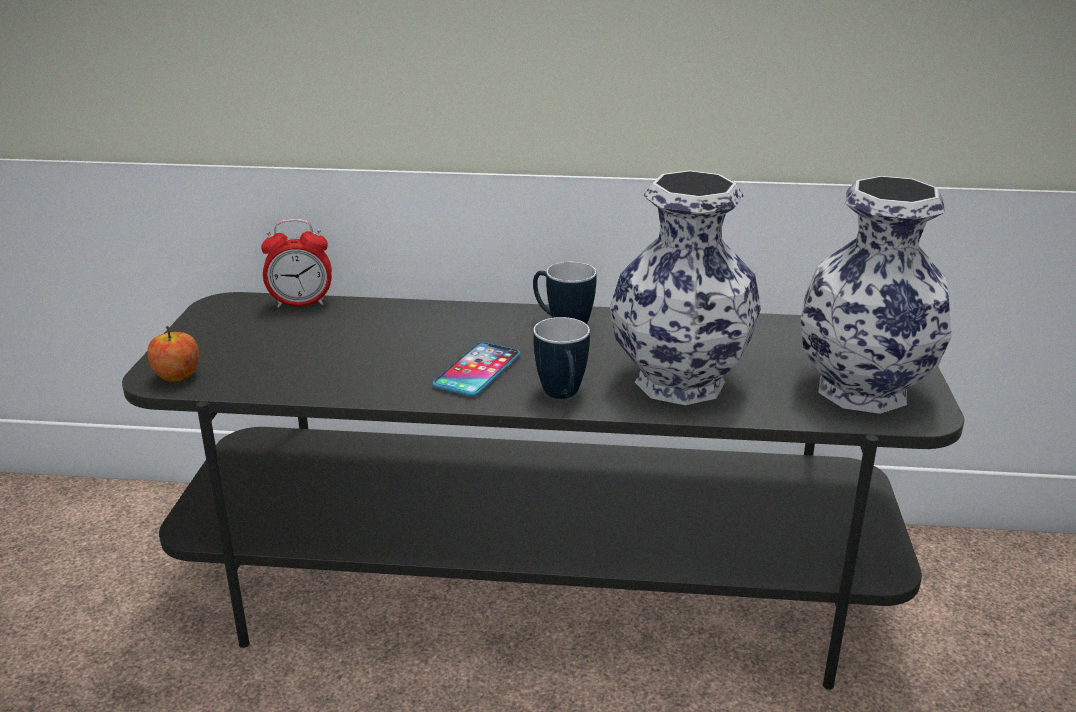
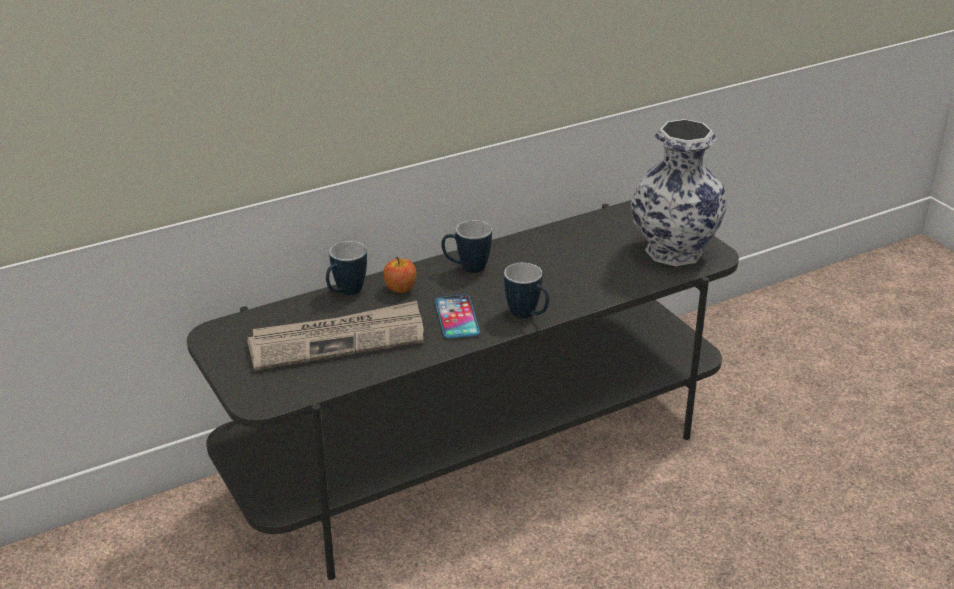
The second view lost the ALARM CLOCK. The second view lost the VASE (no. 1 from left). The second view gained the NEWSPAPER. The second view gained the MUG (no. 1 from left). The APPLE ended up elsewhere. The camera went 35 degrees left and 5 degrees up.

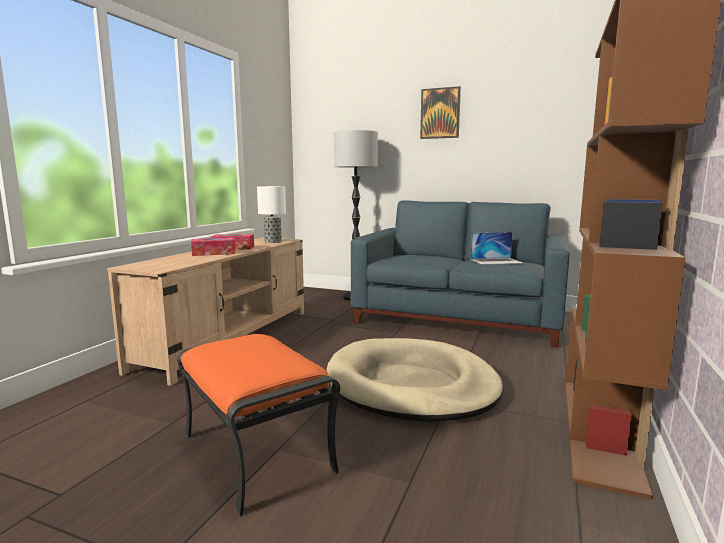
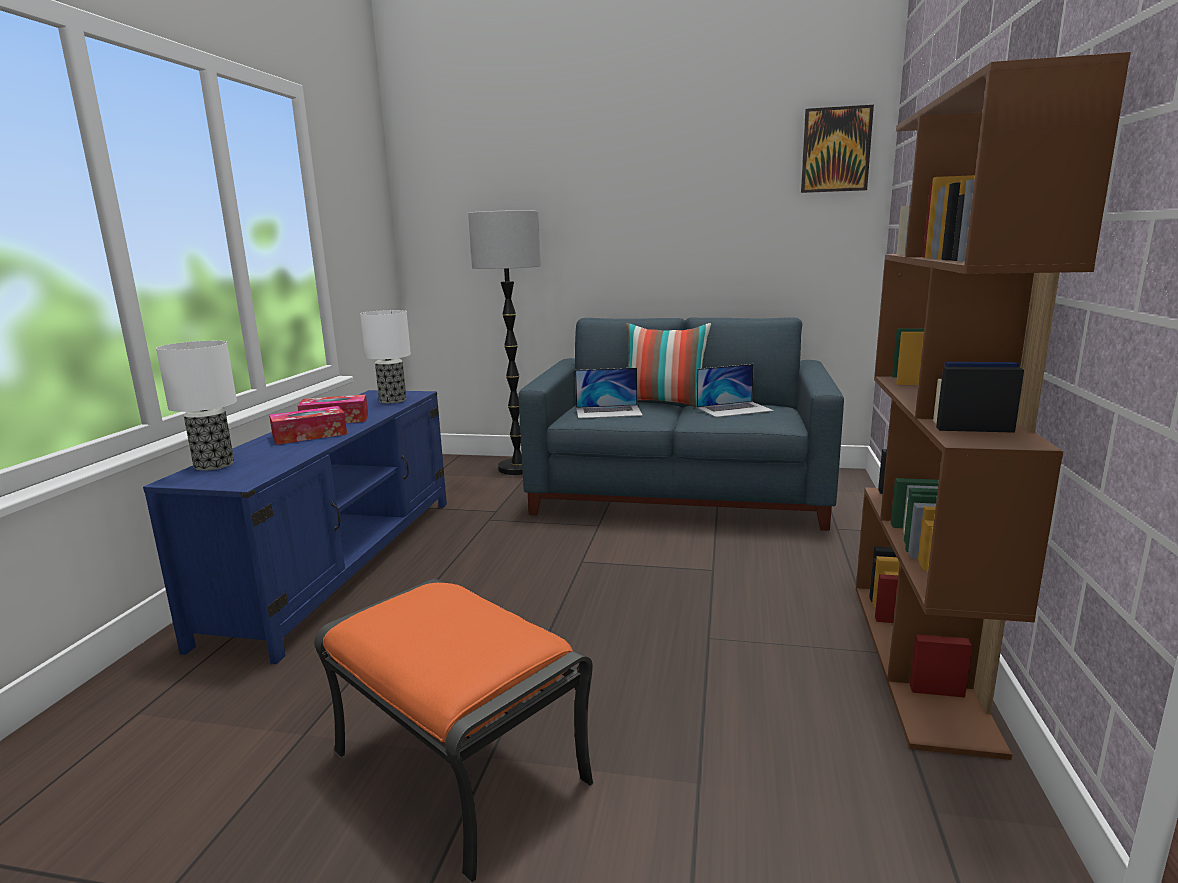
The second view lost the BEIGE DOG BED. The second view gained the TABLE LAMP (no. 1 from left). The second view gained the LAPTOP (no. 1 from left). The second view gained the PILLOW. The PICTURE ended up elsewhere. What was the BEIGE TV STAND turned into the BLUE TV STAND. The camera went 10 degrees left and 5 degrees up.

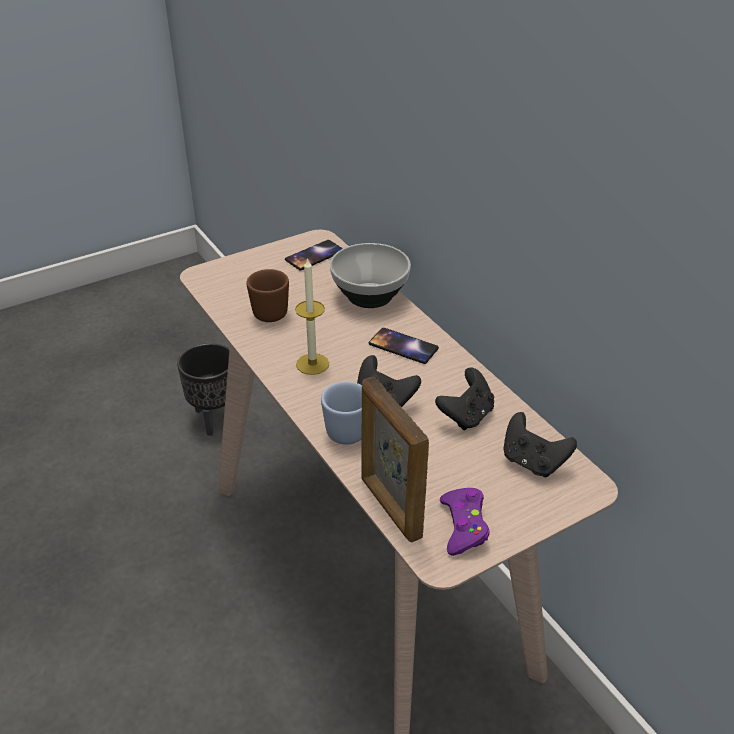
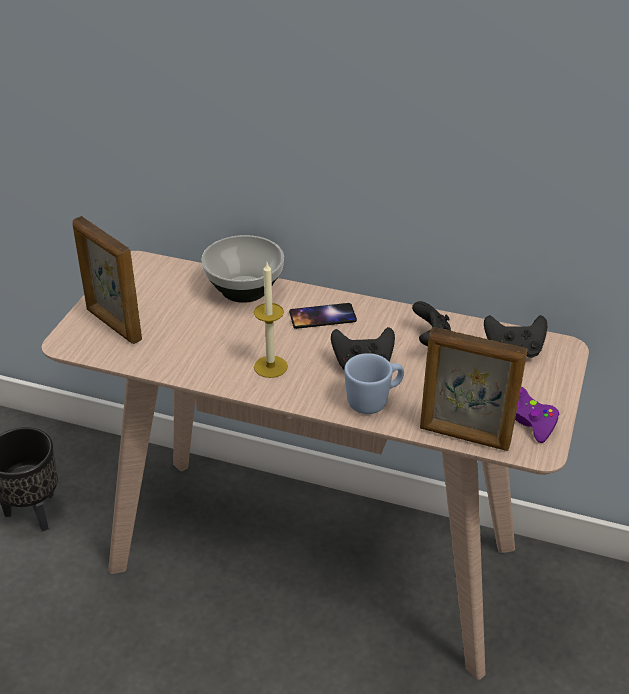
The second view lost the BROWN MUG. The second view lost the PHONE (no. 1 from left). The second view gained the PICTURE FRAME (no. 1 from left). The camera went 40 degrees left and 0 degrees up.

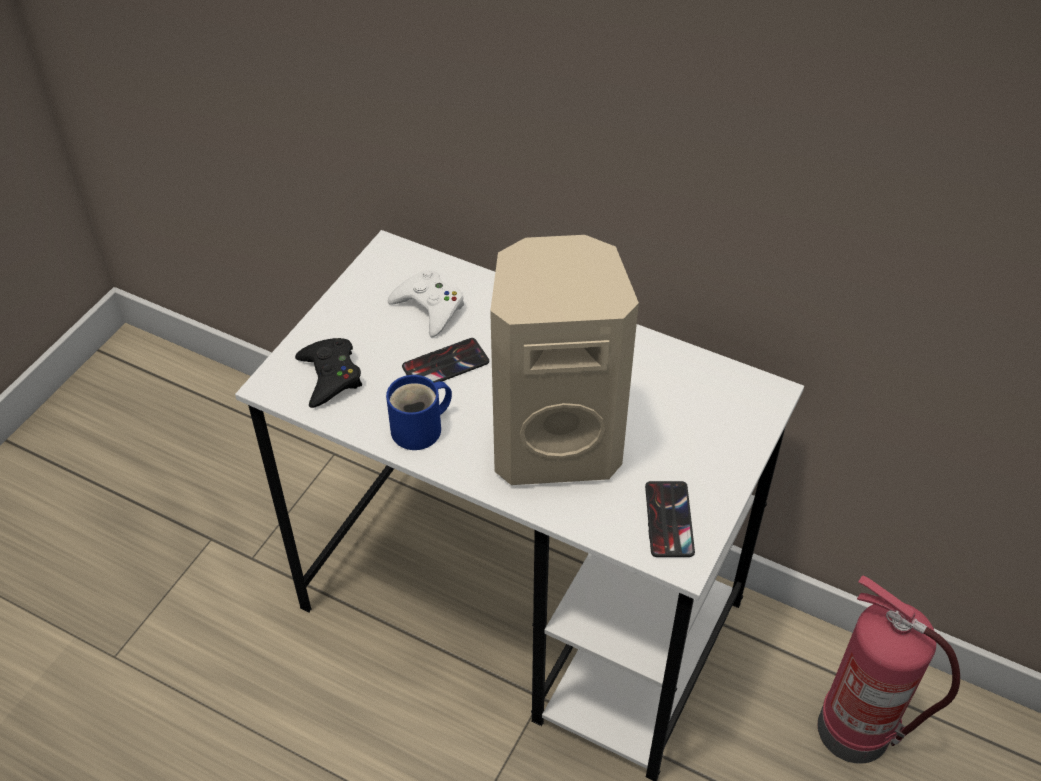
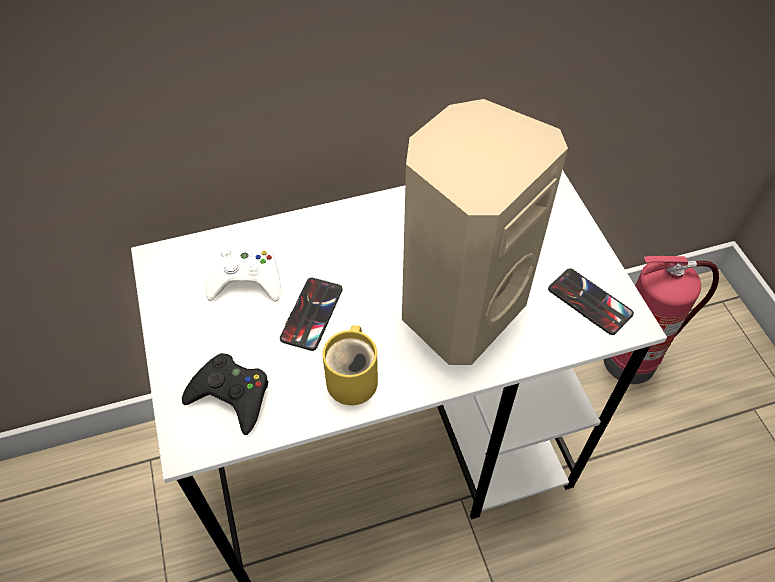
What was the BLUE MUG turned into the YELLOW MUG. The camera went 45 degrees left and 5 degrees up.

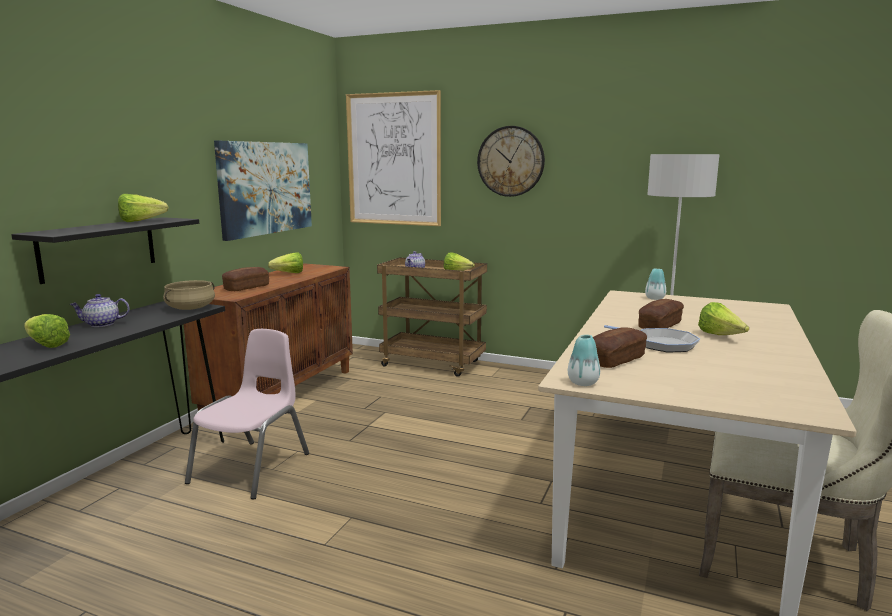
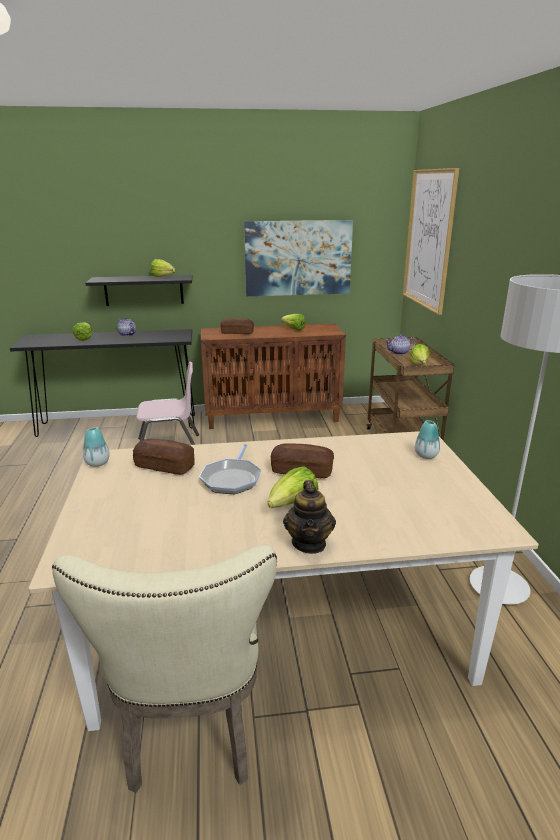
The second view lost the BEIGE COOKING POT. The second view lost the WALL CLOCK. The second view gained the TEAPOT (no. 2 from left). The camera went 60 degrees right and 10 degrees up.

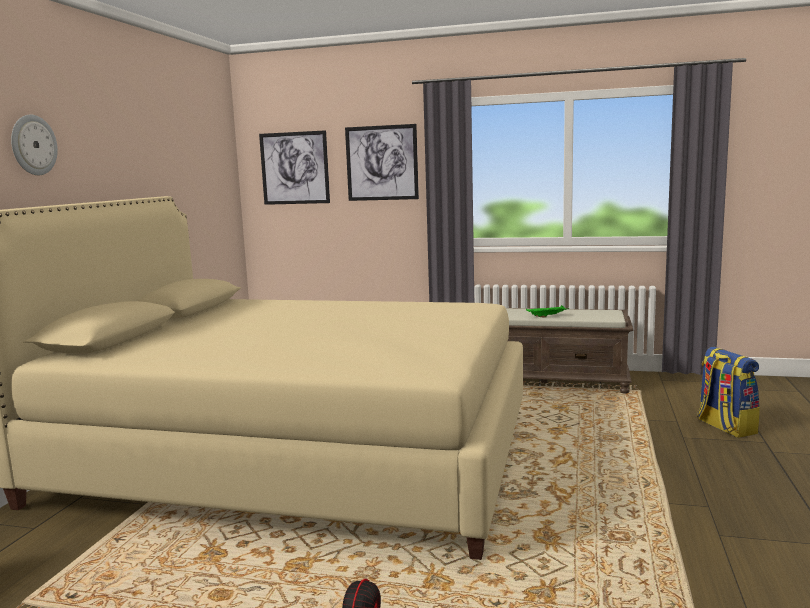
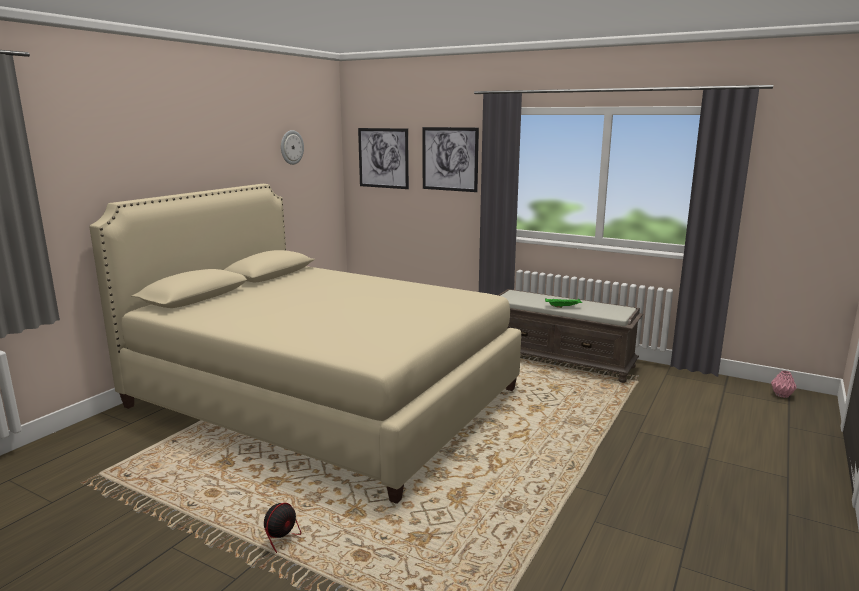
The second view lost the BACKPACK. The second view gained the PINK VASE. The WALL CLOCK ended up elsewhere. The camera went 15 degrees right and 5 degrees up.

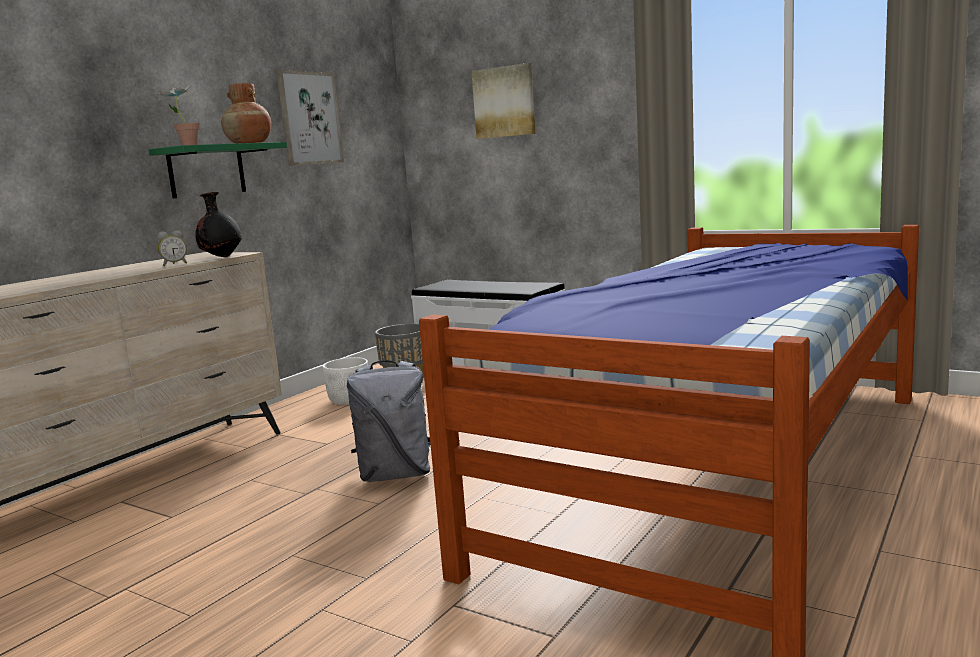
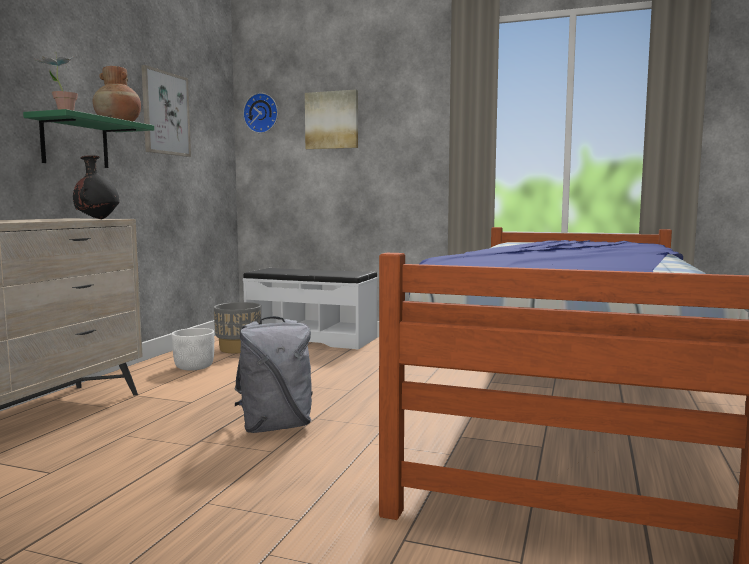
The second view lost the ALARM CLOCK. The second view gained the WALL CLOCK. The camera went 15 degrees left and 5 degrees down.

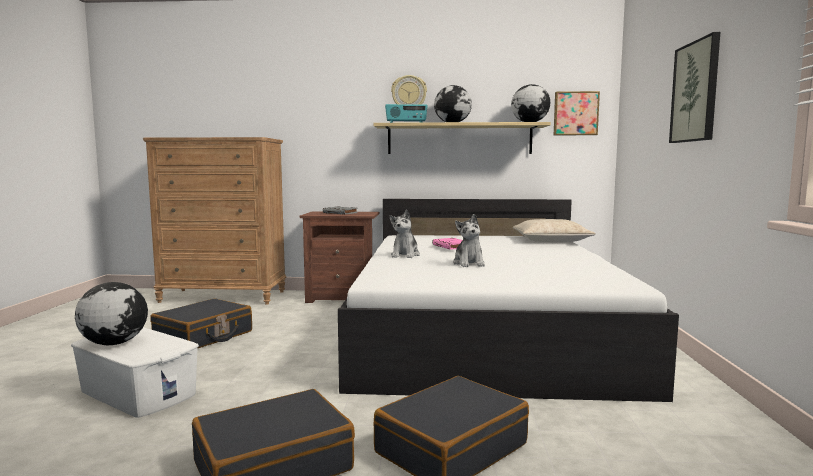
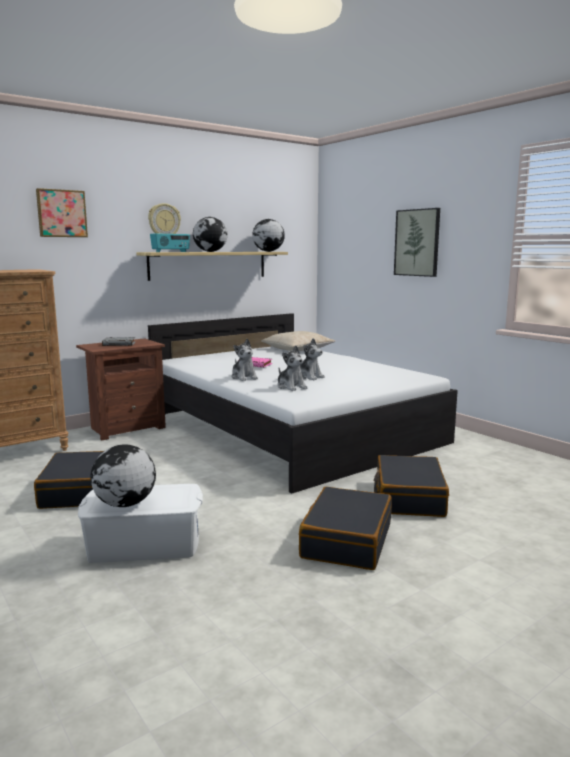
The second view gained the PLUSH TOY (no. 2 from left). The PICTURE (no. 1 from left) ended up elsewhere. The camera went 40 degrees left and 5 degrees up.

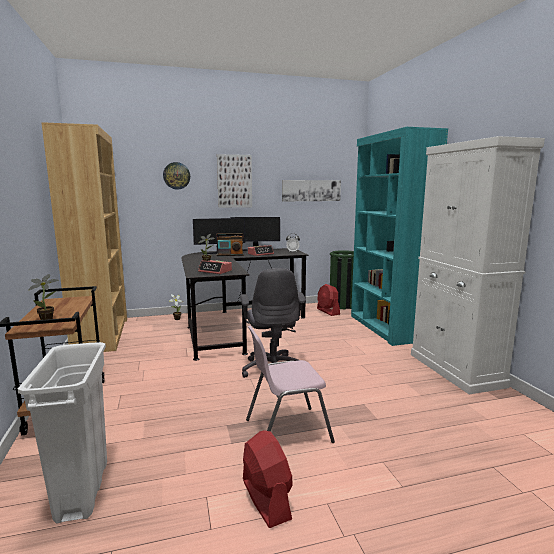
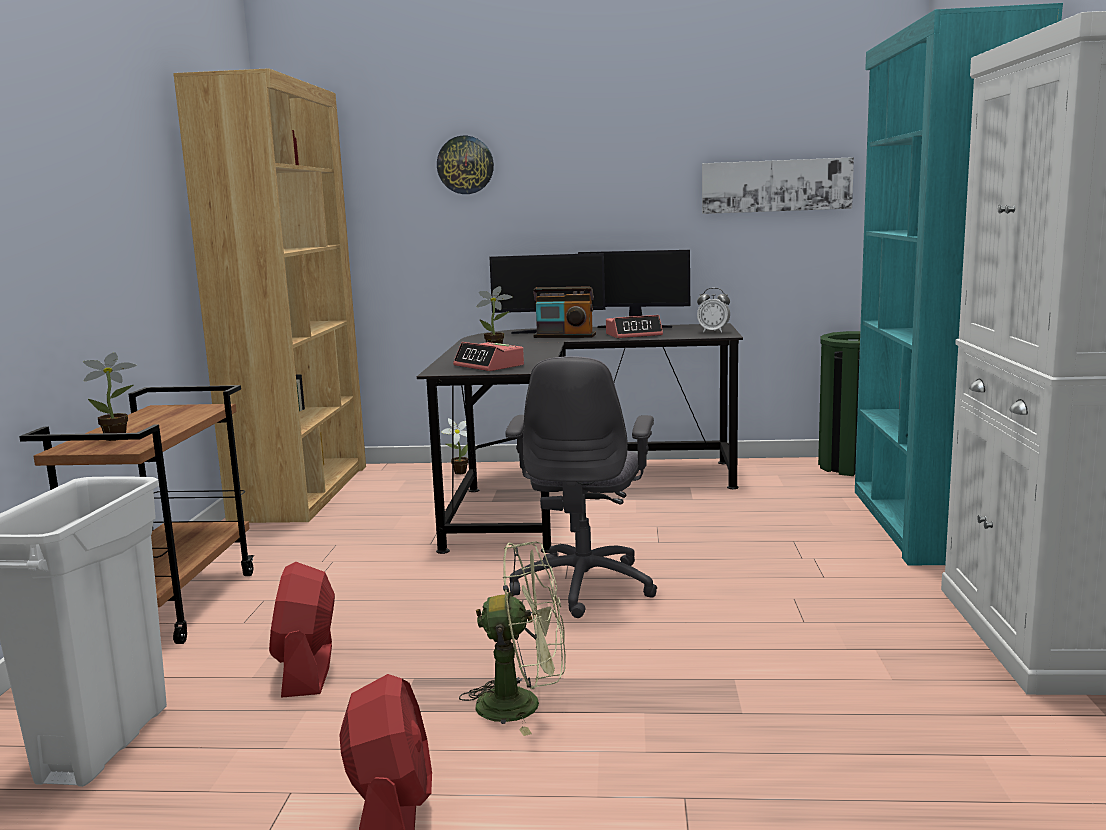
The second view lost the PICTURE (no. 1 from left). The RED FAN (no. 2 from left in the first image) ended up elsewhere. Where the PINK CHAIR stood, the GREEN FAN came to stand. The camera went 20 degrees right and 0 degrees up.

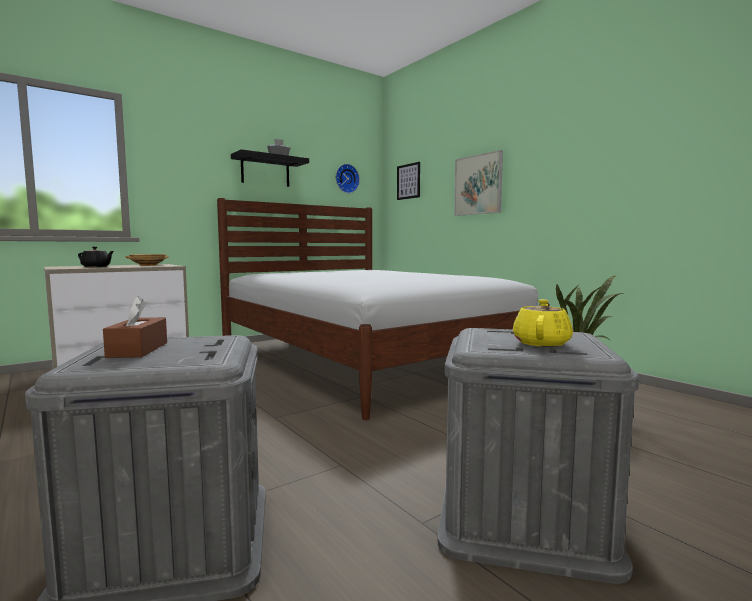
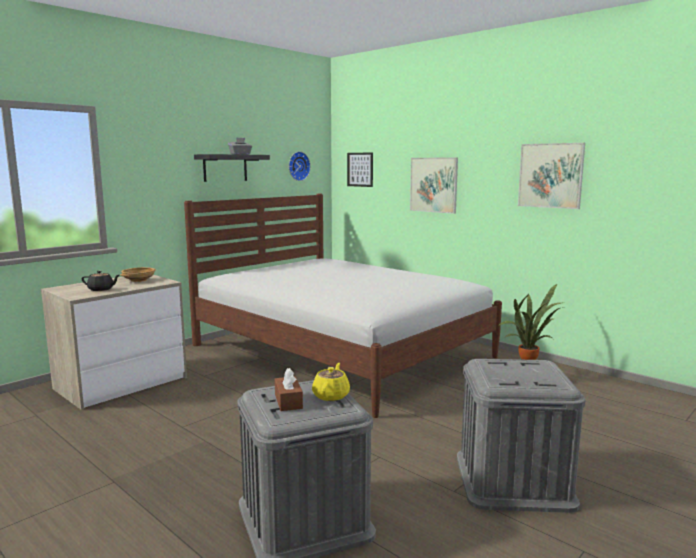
The second view gained the PICTURE (no. 3 from left). The YELLOW TEAPOT ended up elsewhere. The camera went 10 degrees left and 5 degrees up.

